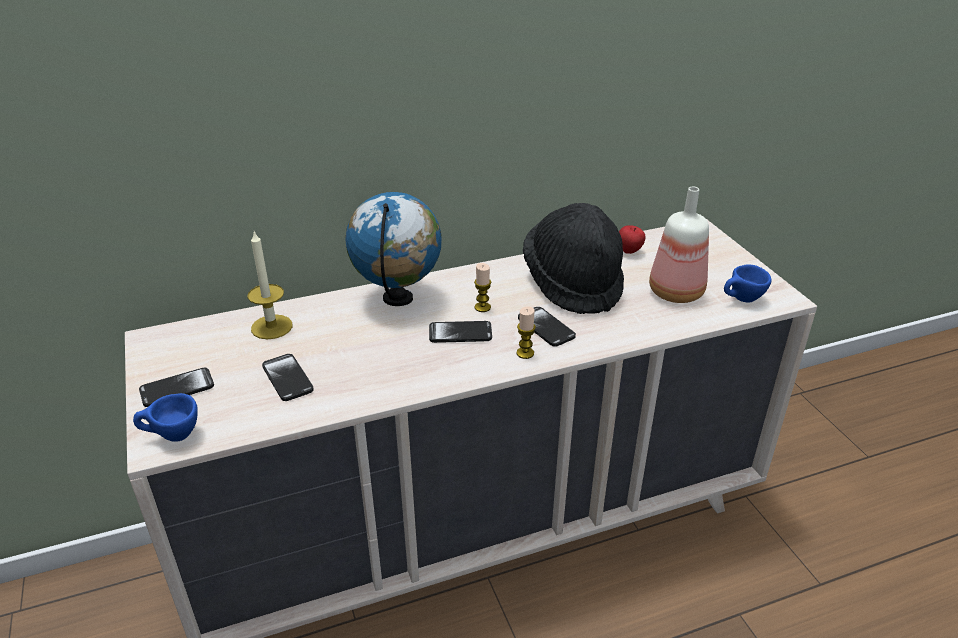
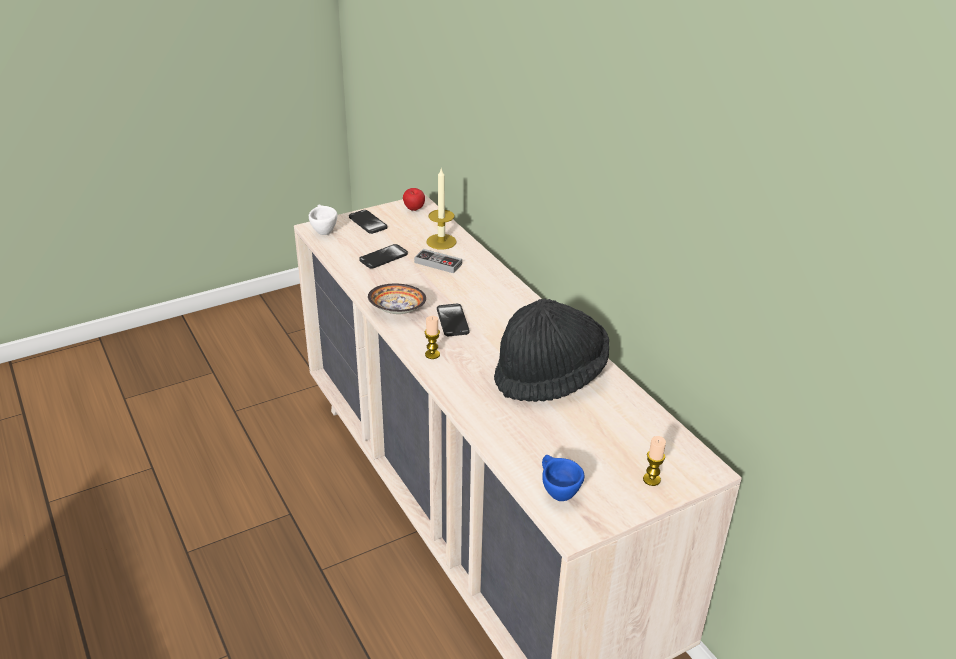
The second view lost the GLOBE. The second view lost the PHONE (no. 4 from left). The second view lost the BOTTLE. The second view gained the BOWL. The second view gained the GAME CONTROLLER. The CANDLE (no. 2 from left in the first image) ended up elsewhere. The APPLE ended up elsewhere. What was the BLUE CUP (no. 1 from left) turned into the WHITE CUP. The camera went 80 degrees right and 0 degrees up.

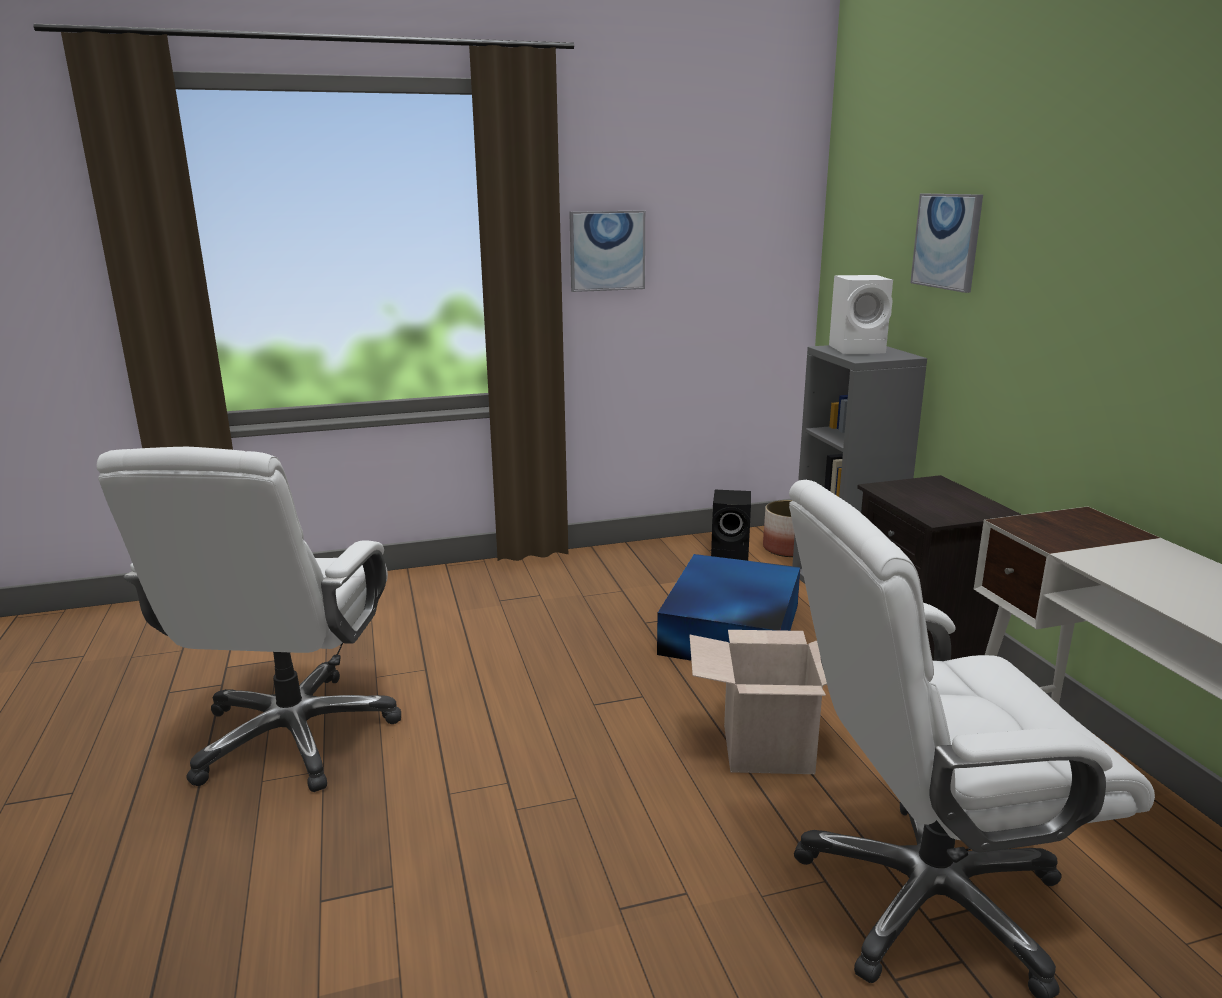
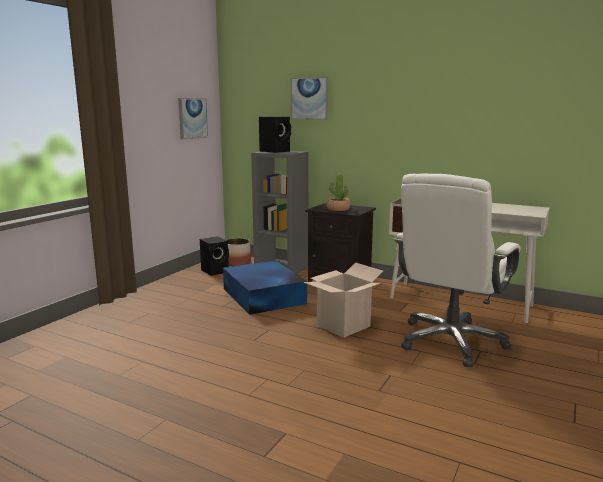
The second view lost the WHITE OFFICE CHAIR (no. 1 from left). The second view gained the POTTED PLANT. The PICTURE (no. 1 from left) ended up elsewhere. What was the WHITE SPEAKER turned into the BLACK SPEAKER (no. 2 from left). The camera went 45 degrees left and 5 degrees down.

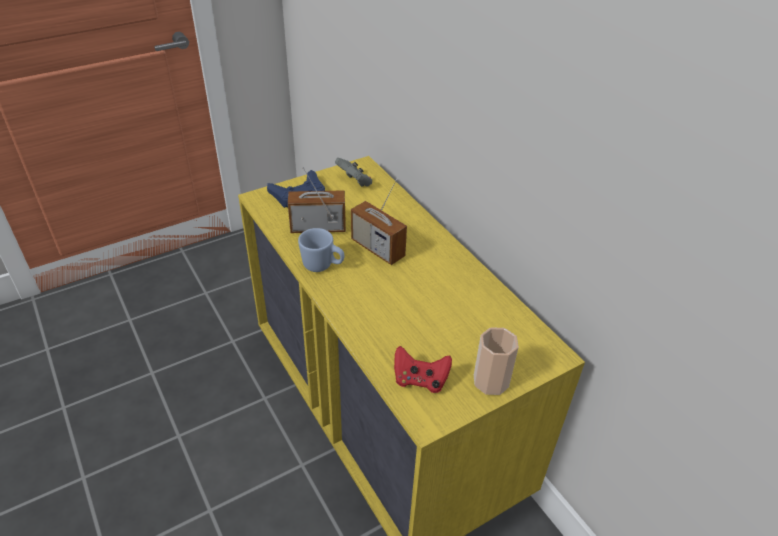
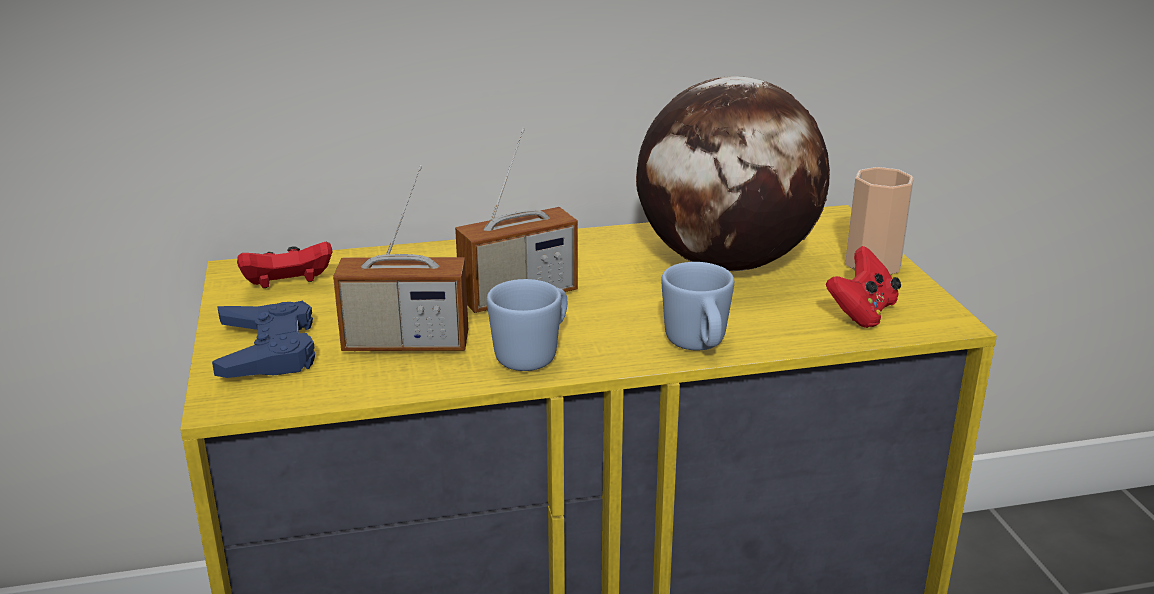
The second view gained the GLOBE. The second view gained the BLUE MUG (no. 2 from left). What was the GREY GAME CONTROLLER turned into the RED GAME CONTROLLER (no. 1 from left). The RADIO (no. 1 from left) ended up facing another way, 105 degrees counterclockwise from before. The camera went 70 degrees left and 15 degrees down.

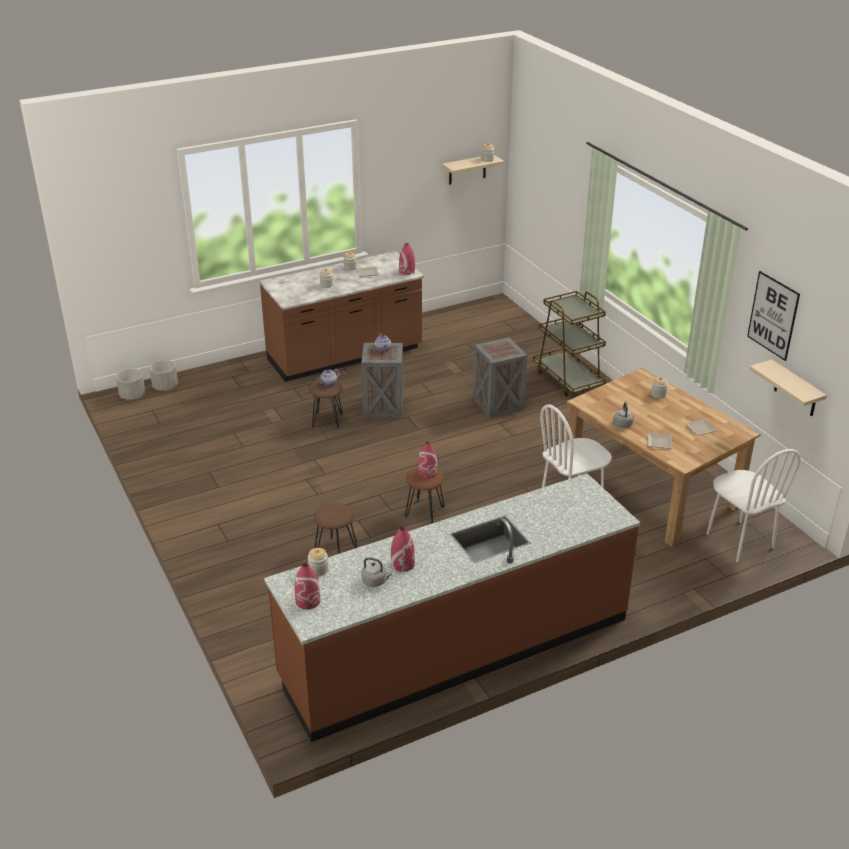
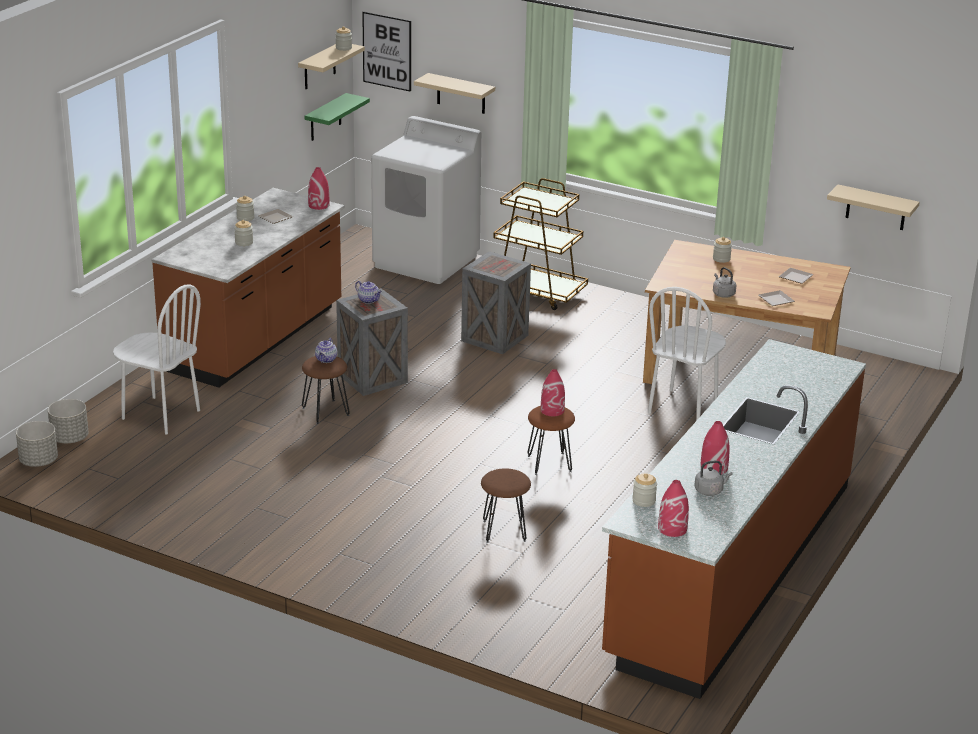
The second view gained the GREEN SHELF. The second view gained the WHITE WASHING MACHINE. The second view gained the BEIGE SHELF (no. 2 from left). The WHITE CHAIR (no. 2 from left in the first image) ended up elsewhere. The PICTURE ended up elsewhere. The camera went 35 degrees left and 5 degrees down.

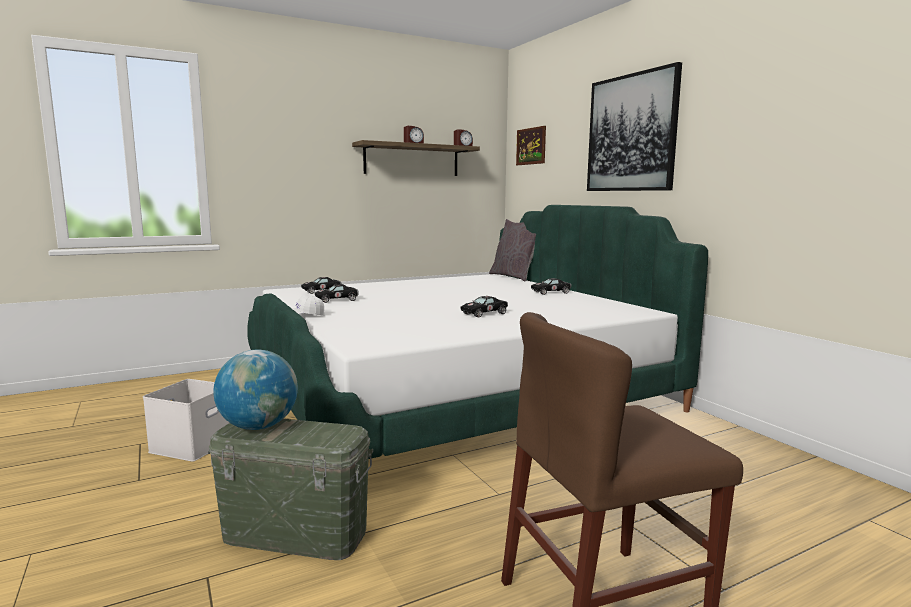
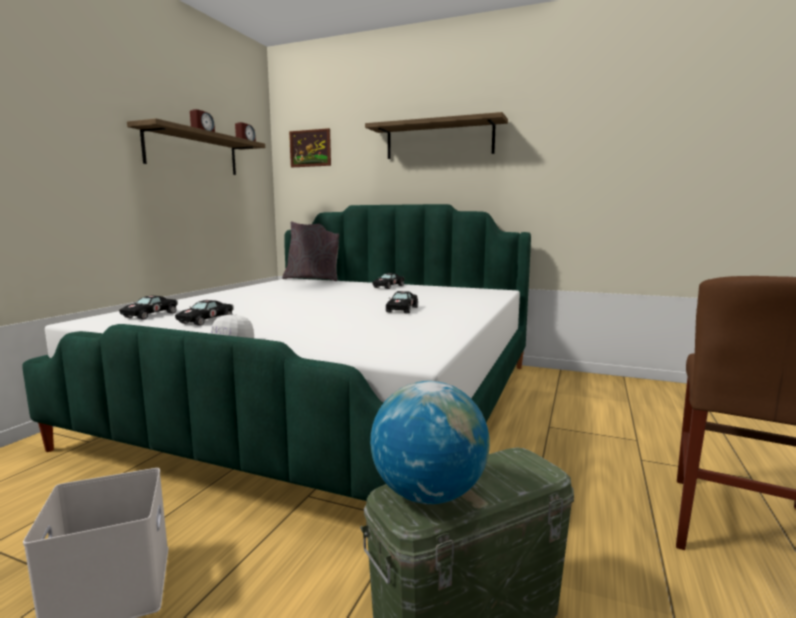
Where the PICTURE (no. 2 from left) hung, the SHELF (no. 2 from left) came to hang. The camera went 40 degrees left and 0 degrees up.

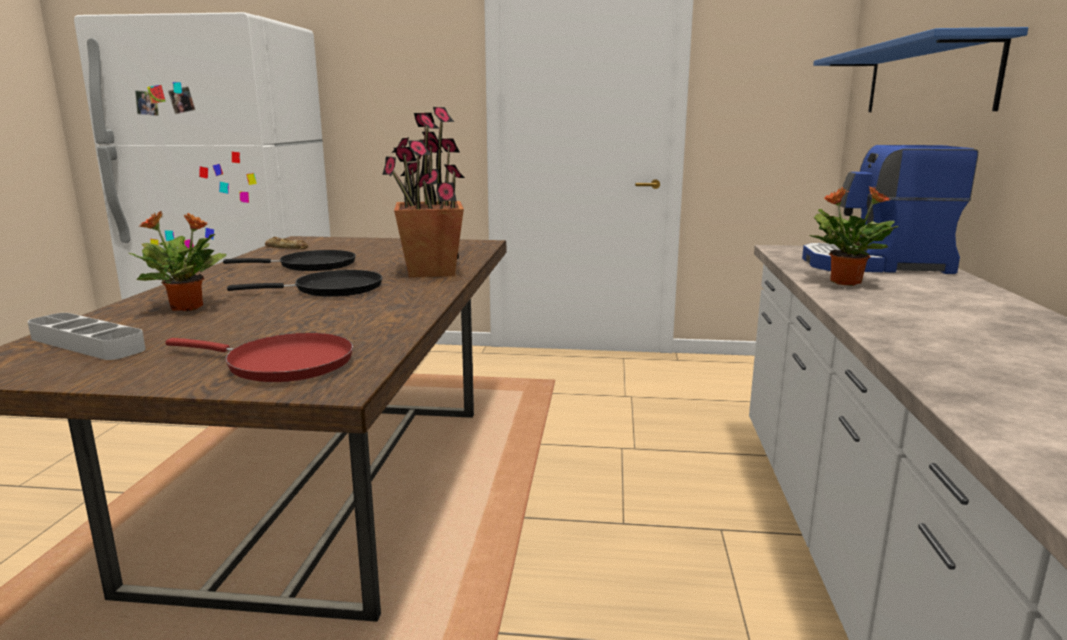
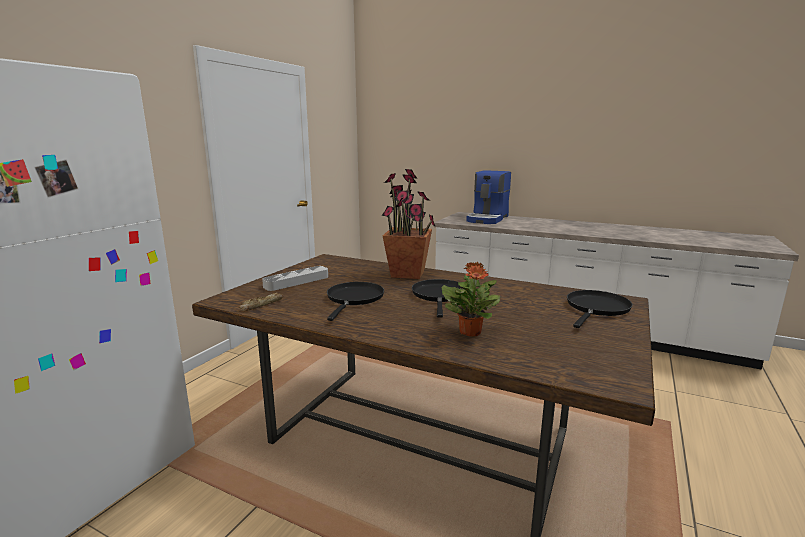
The second view lost the POTTED PLANT (no. 3 from left). The second view lost the BLUE SHELF. The GREY TRAY ended up elsewhere. What was the RED FRYING PAN turned into the BLACK FRYING PAN (no. 3 from left). The camera went 70 degrees left and 0 degrees up.

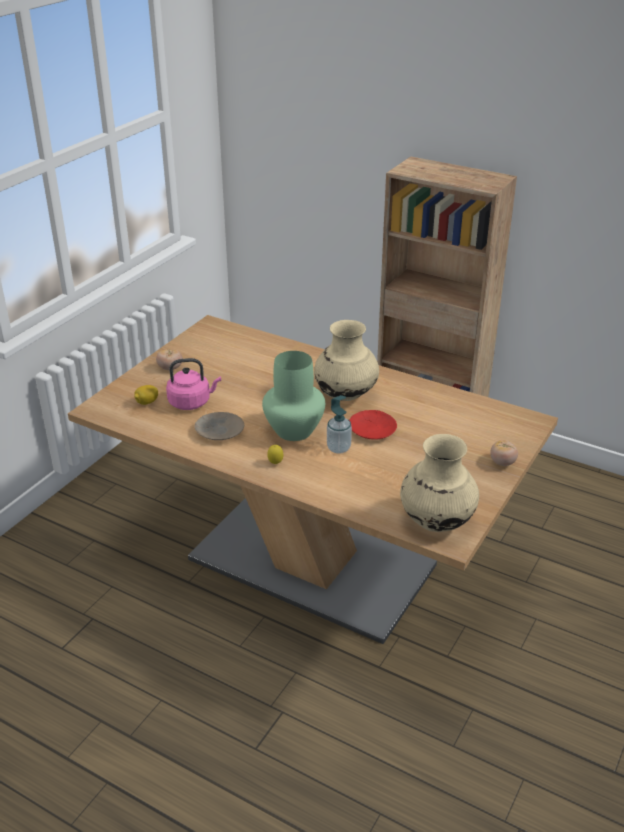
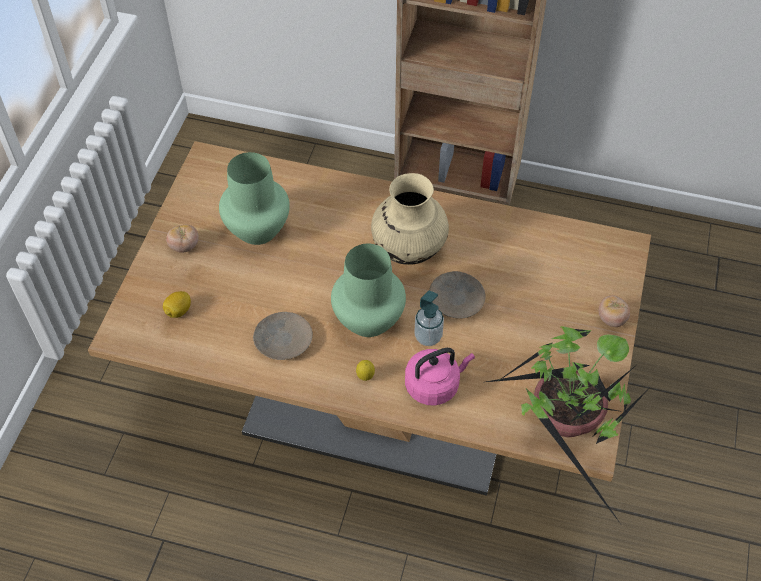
The second view gained the GREEN VASE (no. 1 from left). The PINK KETTLE ended up elsewhere. Where the BEIGE VASE (no. 2 from left) stood, the POTTED PLANT came to stand. What was the RED PLATE turned into the BEIGE PLATE (no. 2 from left). The camera went 15 degrees left and 20 degrees up.

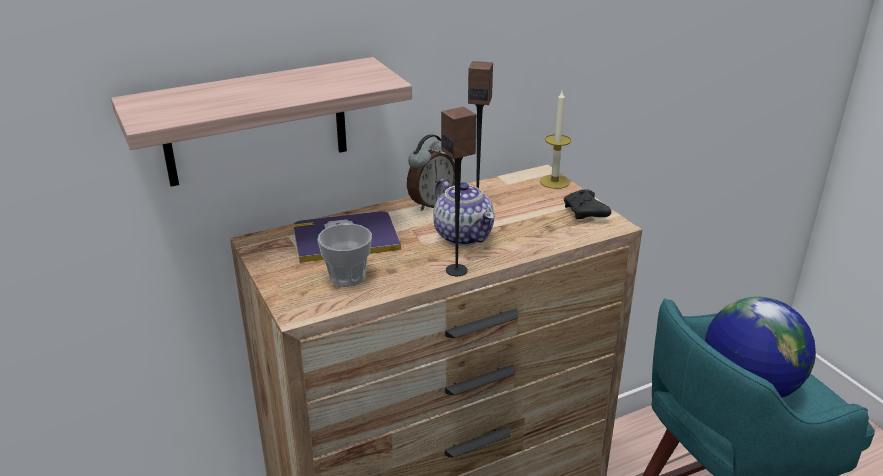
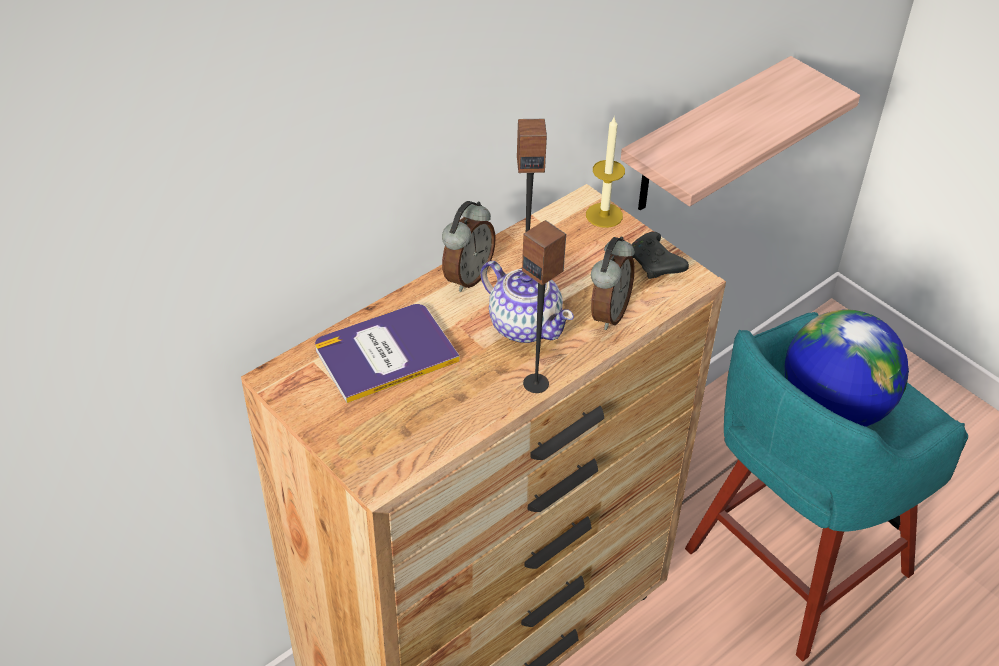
The second view lost the CUP. The second view gained the ALARM CLOCK (no. 2 from left). The SHELF ended up elsewhere. The camera went 15 degrees left and 15 degrees up.

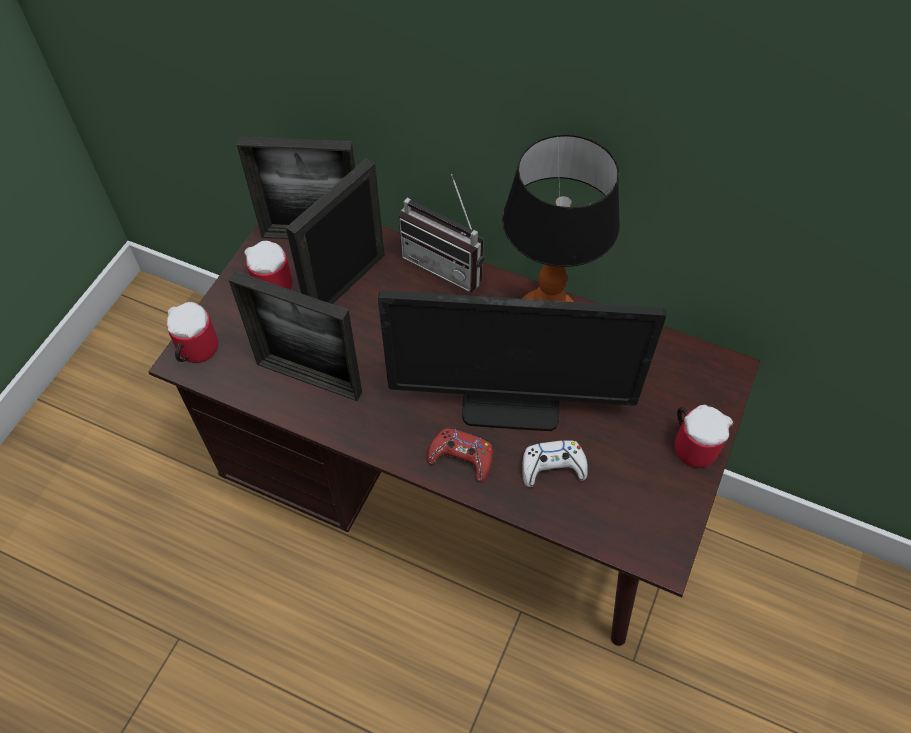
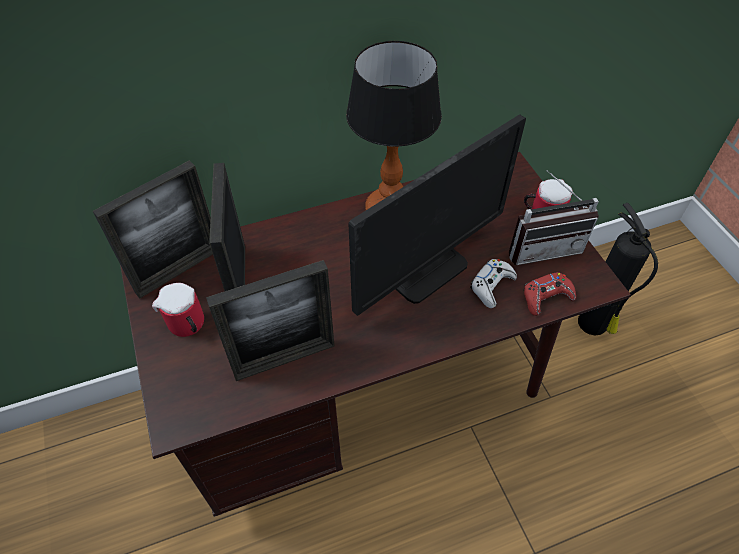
The second view lost the MUG (no. 1 from left). The second view gained the FIRE EXTINGUISHER. The RADIO ended up elsewhere. The RED GAME CONTROLLER ended up elsewhere. The camera went 45 degrees left and 5 degrees down.

